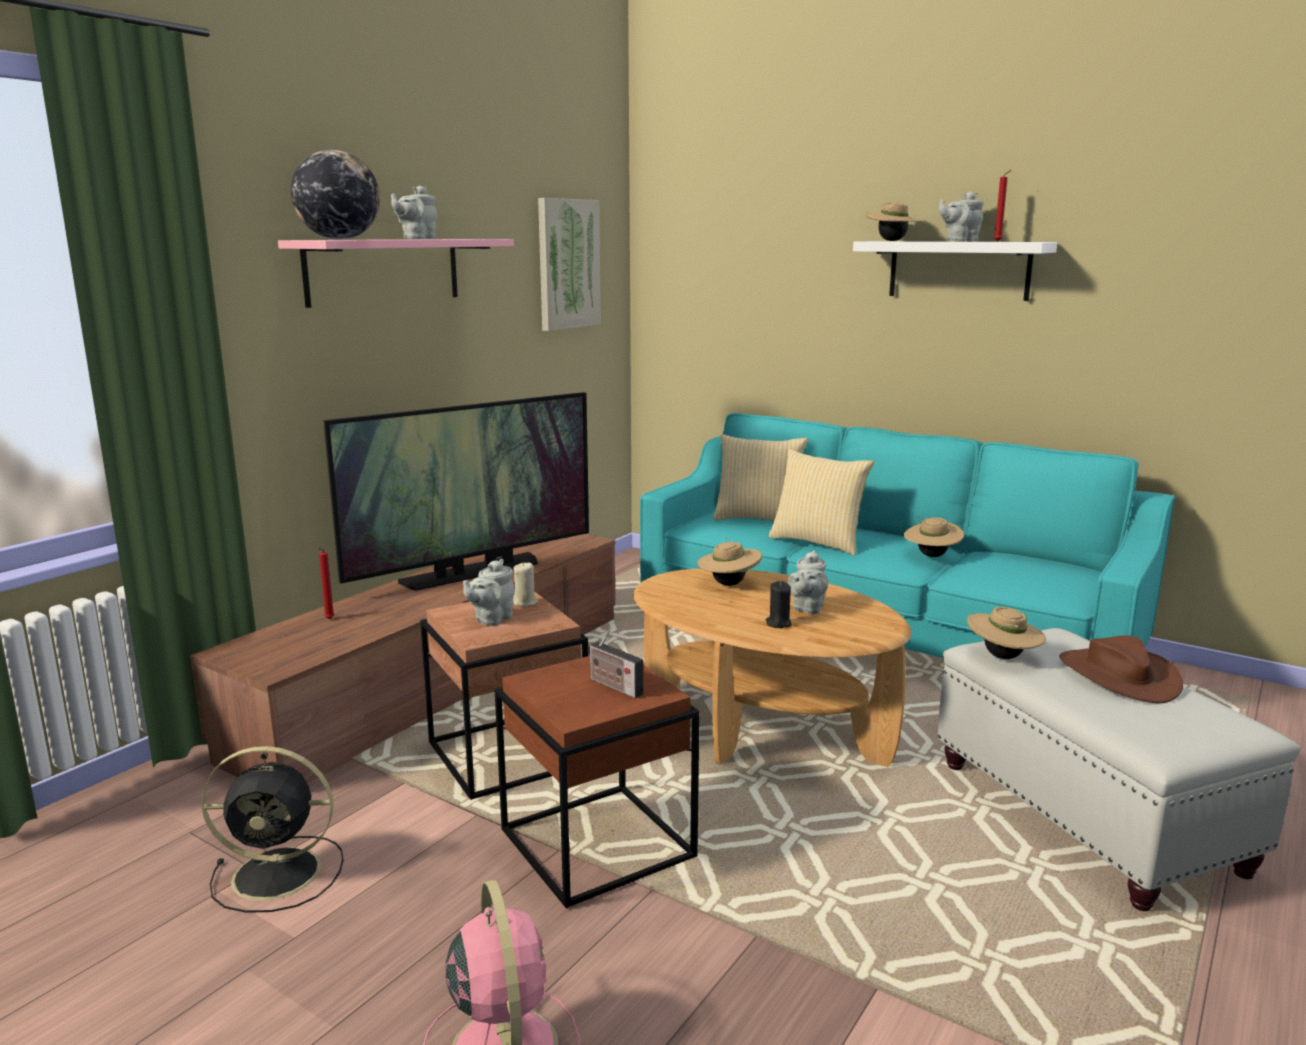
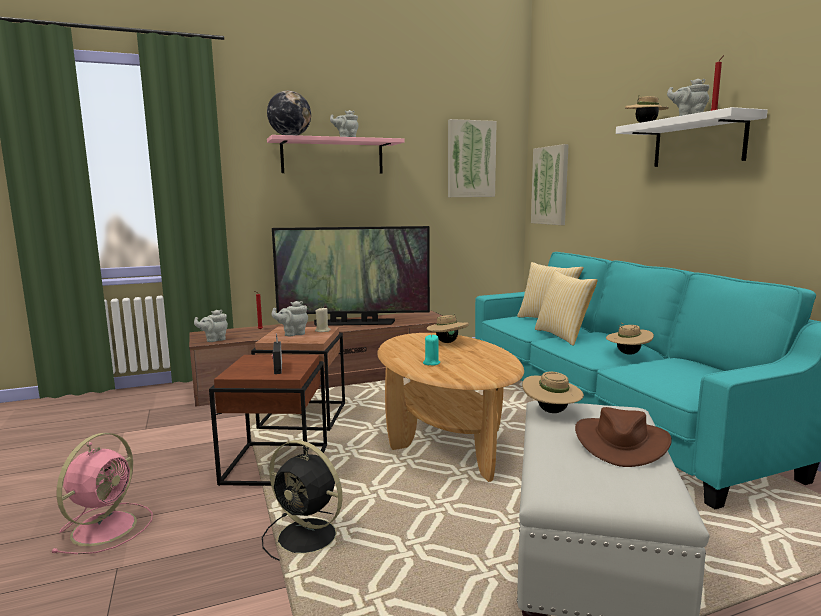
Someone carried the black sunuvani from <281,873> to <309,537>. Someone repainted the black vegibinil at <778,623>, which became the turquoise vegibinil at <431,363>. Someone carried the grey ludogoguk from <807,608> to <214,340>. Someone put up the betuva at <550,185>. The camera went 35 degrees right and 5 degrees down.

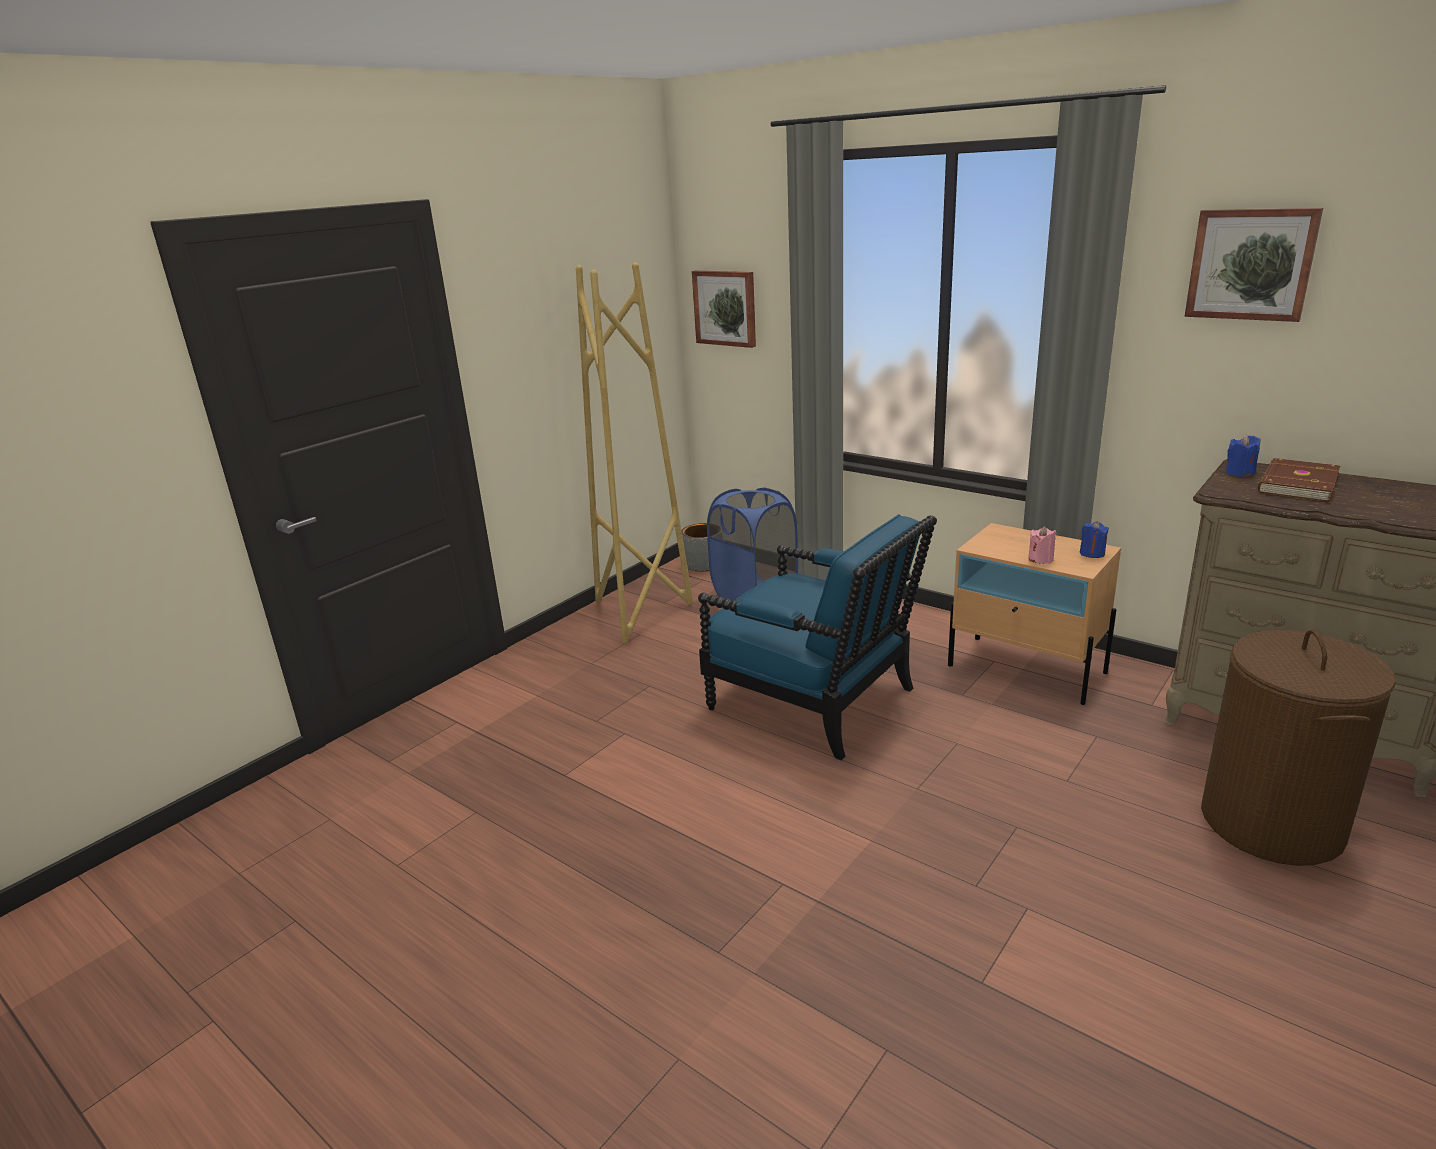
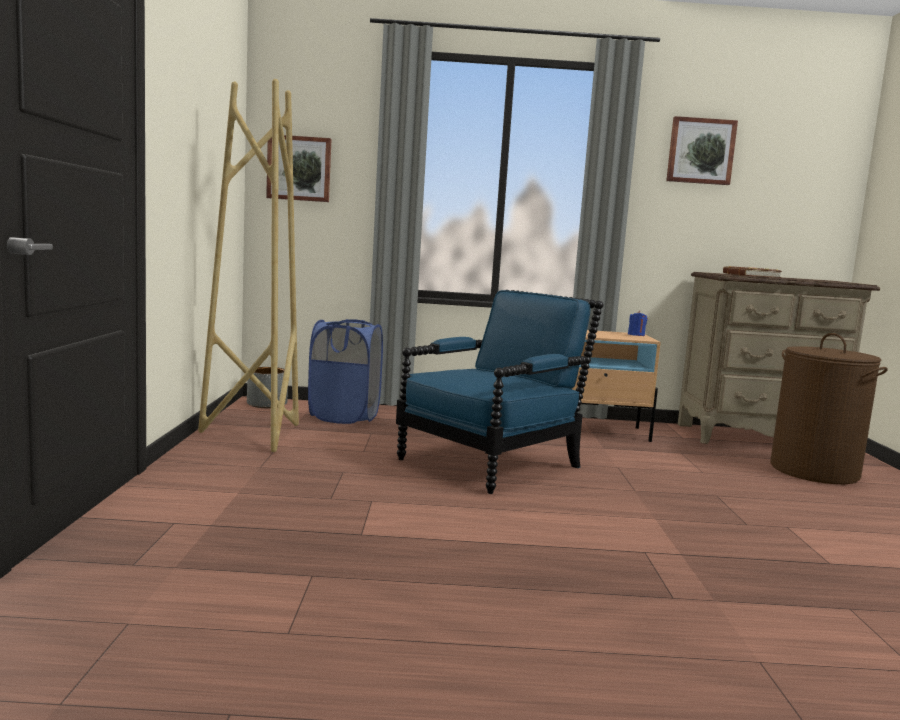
Someone rotated the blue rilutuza at <816,701> by 45 degrees counterclockwise. Someone took away the pink vegibinil at <1040,559>. Someone took away the blue vegibinil at <1240,473>. The camera went 40 degrees left and 15 degrees down.

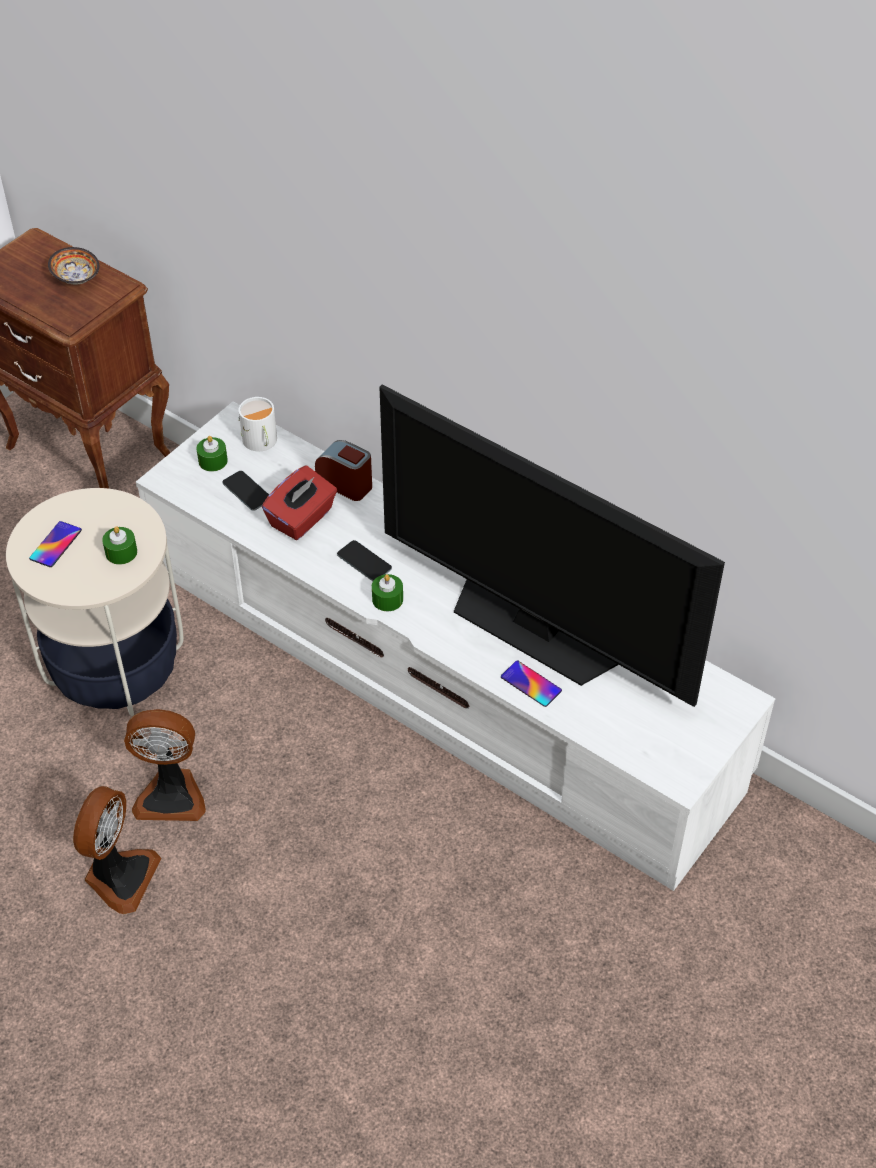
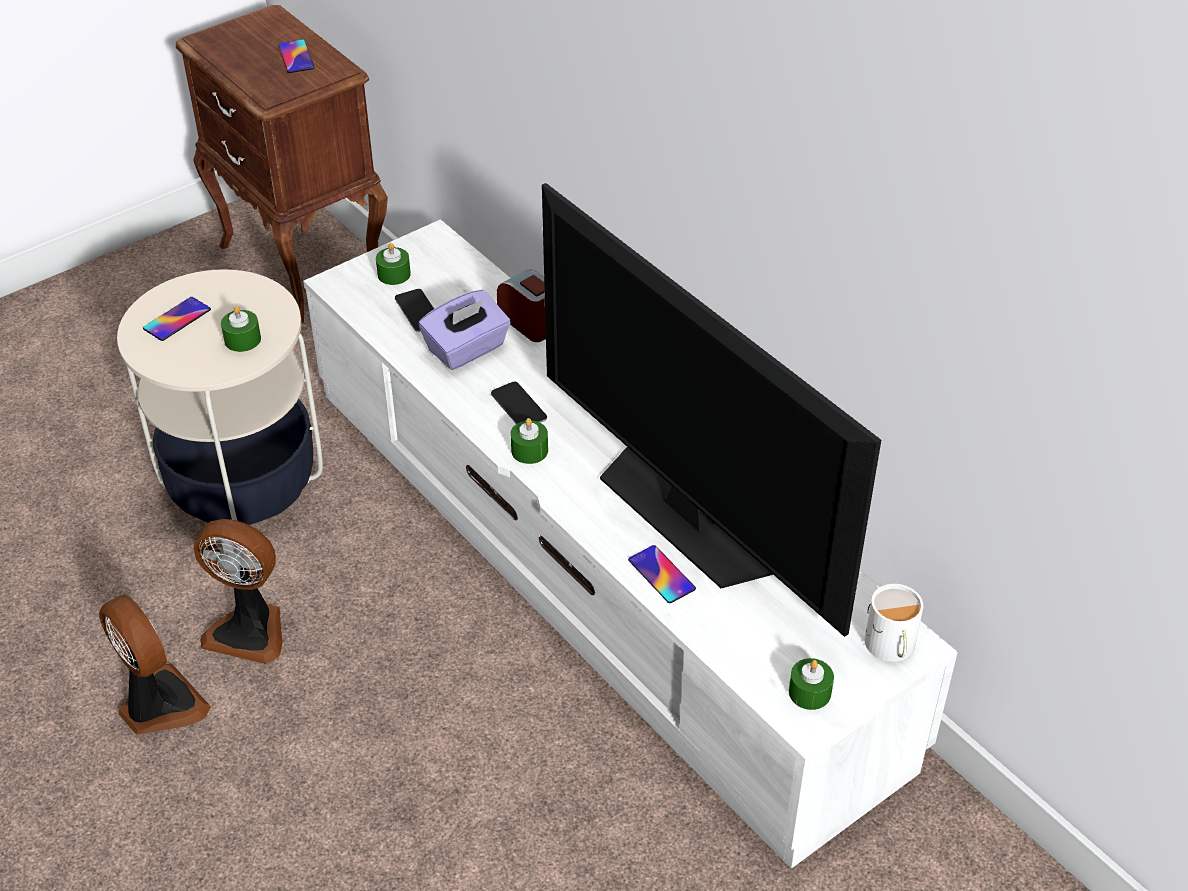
Someone swapped the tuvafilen at <75,279> for the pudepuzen at <296,57>. Someone rotated the sunuvani at <119,876> by 75 degrees counterclockwise. Someone carried the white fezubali from <260,442> to <890,646>. Someone repainted the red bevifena at <302,518>, which became the purple bevifena at <467,349>. Someone put down the green vegibinil at <809,692>. The camera went 15 degrees right and 5 degrees down.

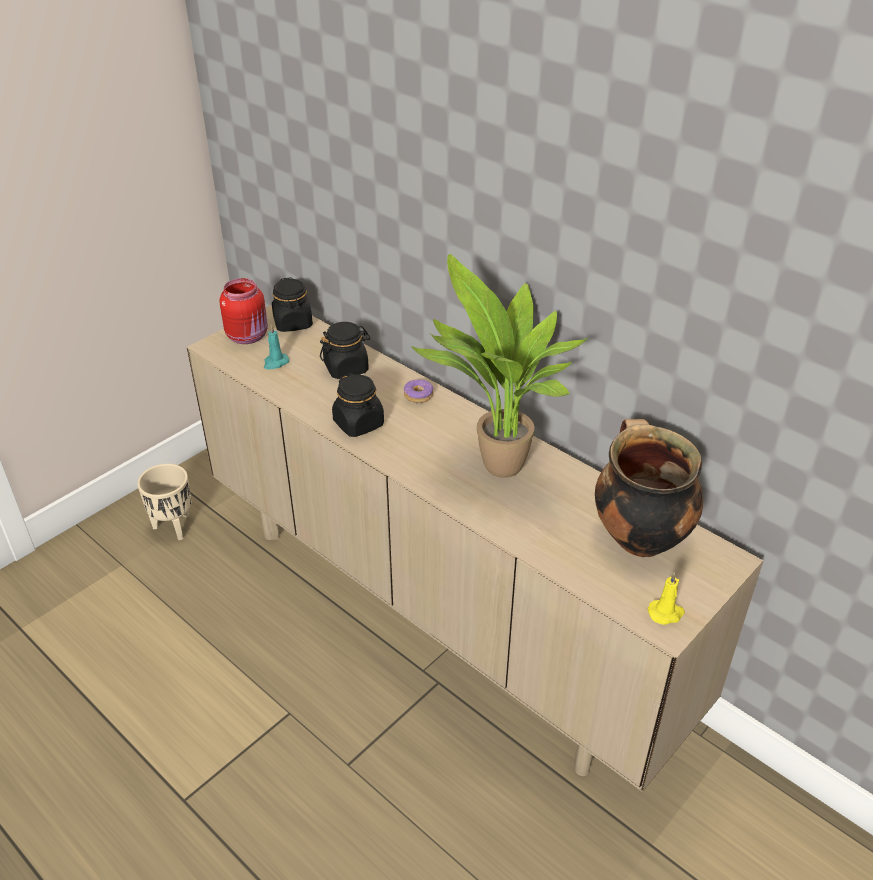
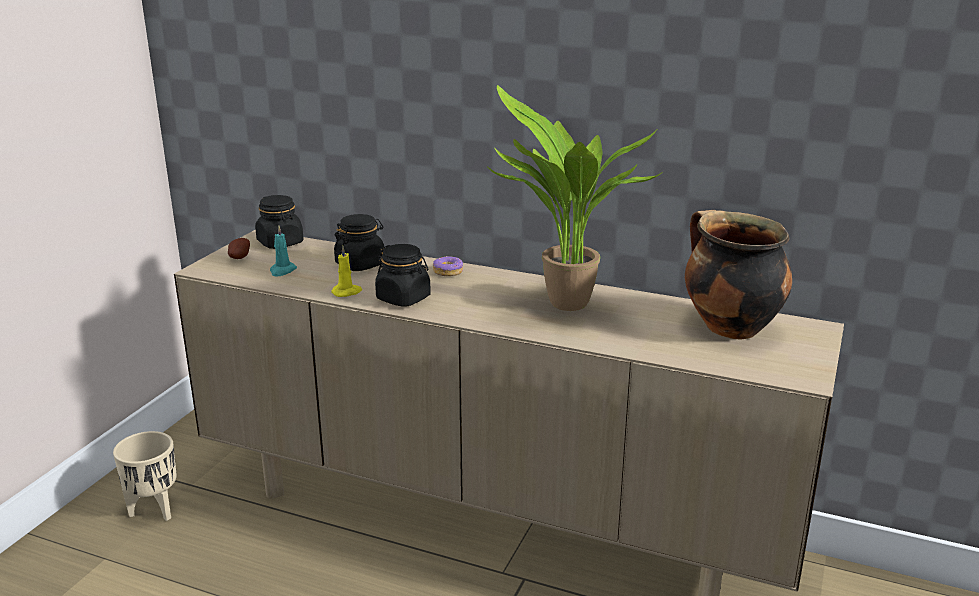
Someone swapped the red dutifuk at <248,336> for the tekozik at <239,257>. Someone carried the yellow vegibinil from <666,613> to <347,292>. The camera went 20 degrees left and 15 degrees down.

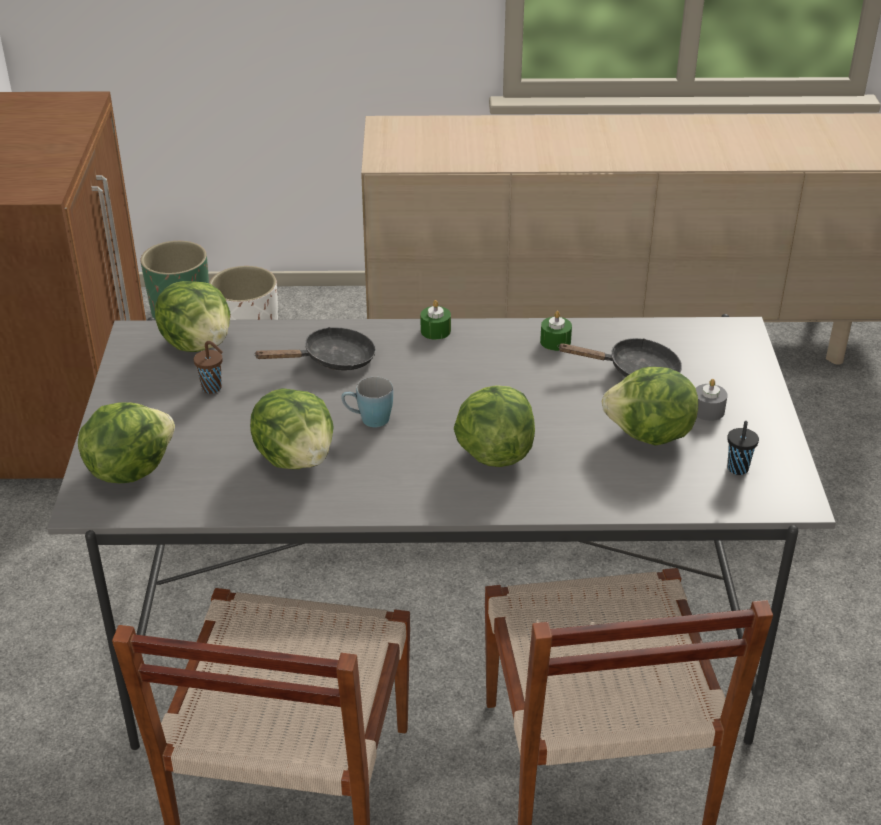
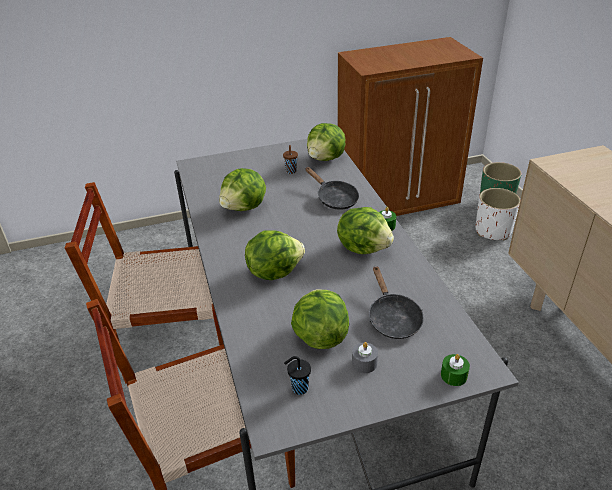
Someone carried the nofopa from <129,469> to <364,247>. Someone took away the blue fezubali at <368,420>. Someone carried the green vegibinil from <555,341> to <454,375>. The camera went 75 degrees right and 0 degrees up.

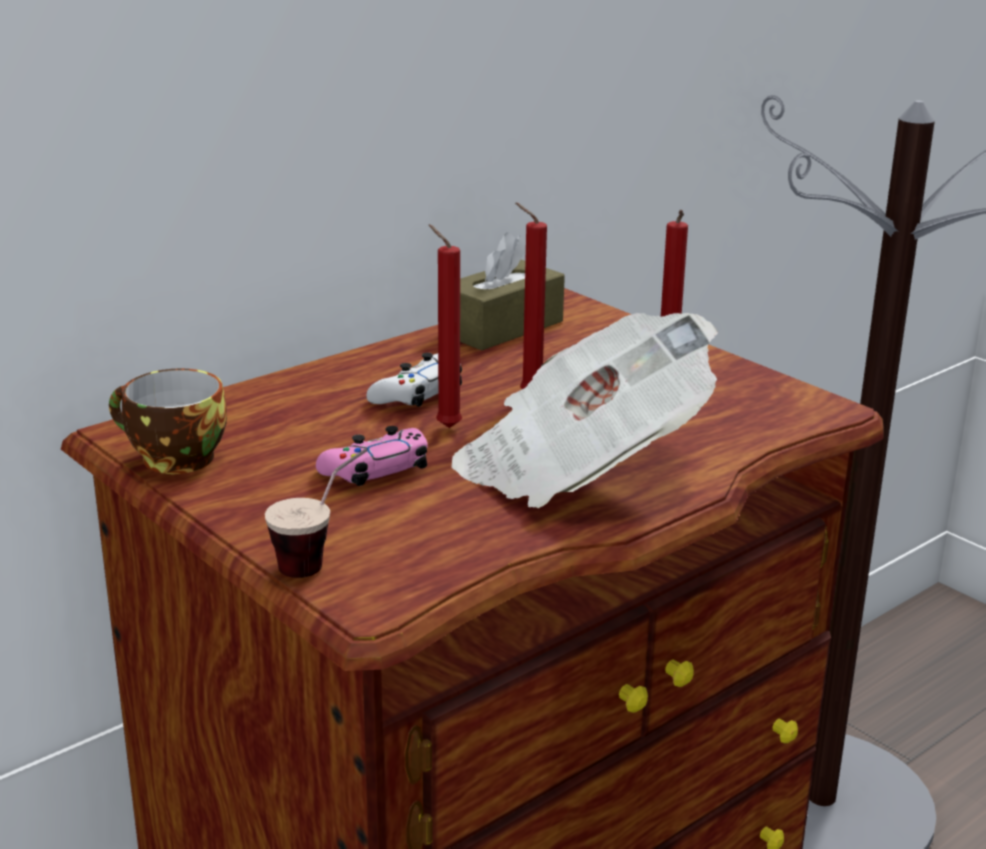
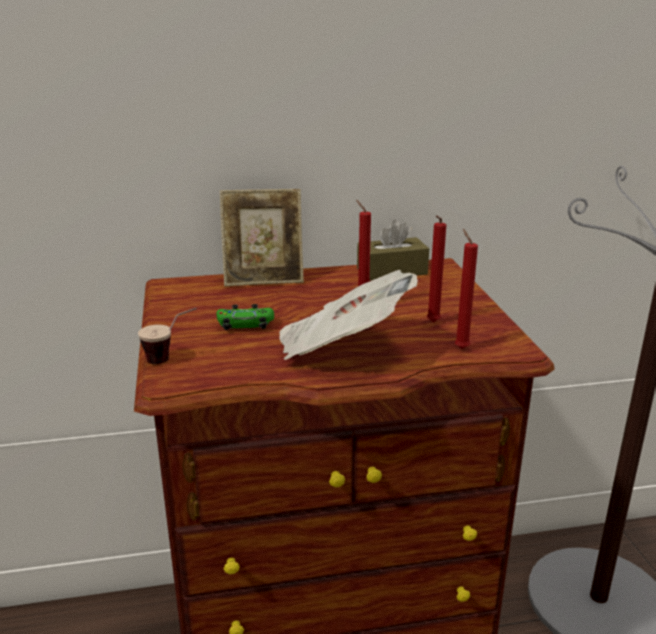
Someone took away the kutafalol at <172,459>. Someone repainted the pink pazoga at <376,470>, which became the green pazoga at <245,325>. Someone took away the white pazoga at <417,394>. Someone carried the red vegibinil from <445,427> to <460,347>. Someone put down the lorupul at <264,279>. The camera went 30 degrees right and 0 degrees up.

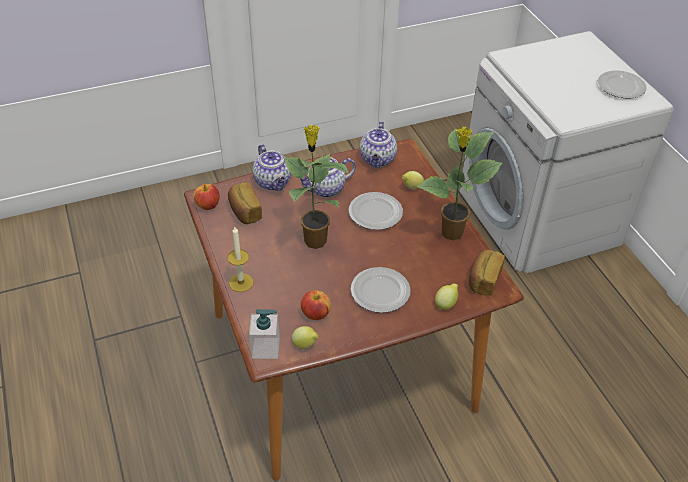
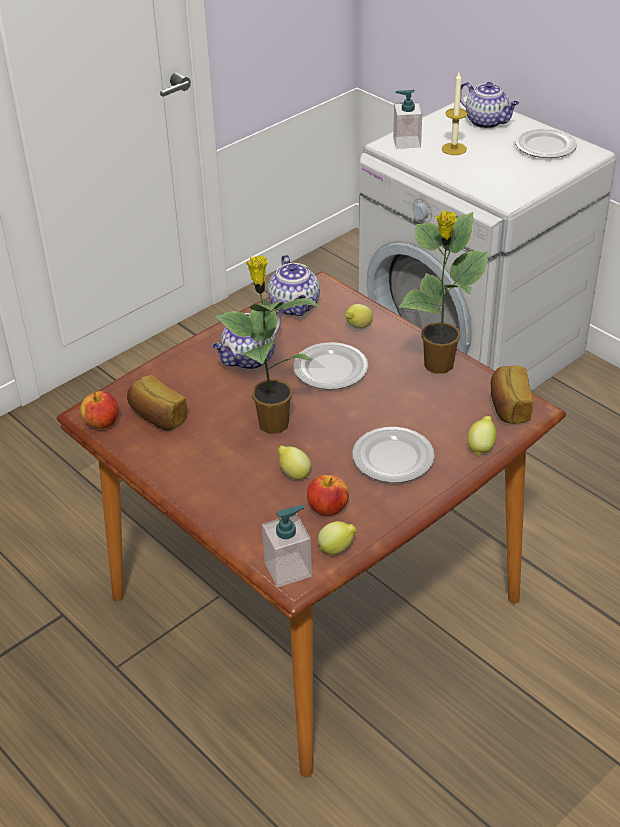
Someone carried the vegibinil from <241,282> to <454,149>. Someone carried the ludogoguk from <273,182> to <487,122>. Someone put down the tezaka at <293,474>. Someone put down the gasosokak at <406,142>. The camera went 20 degrees left and 5 degrees down.

